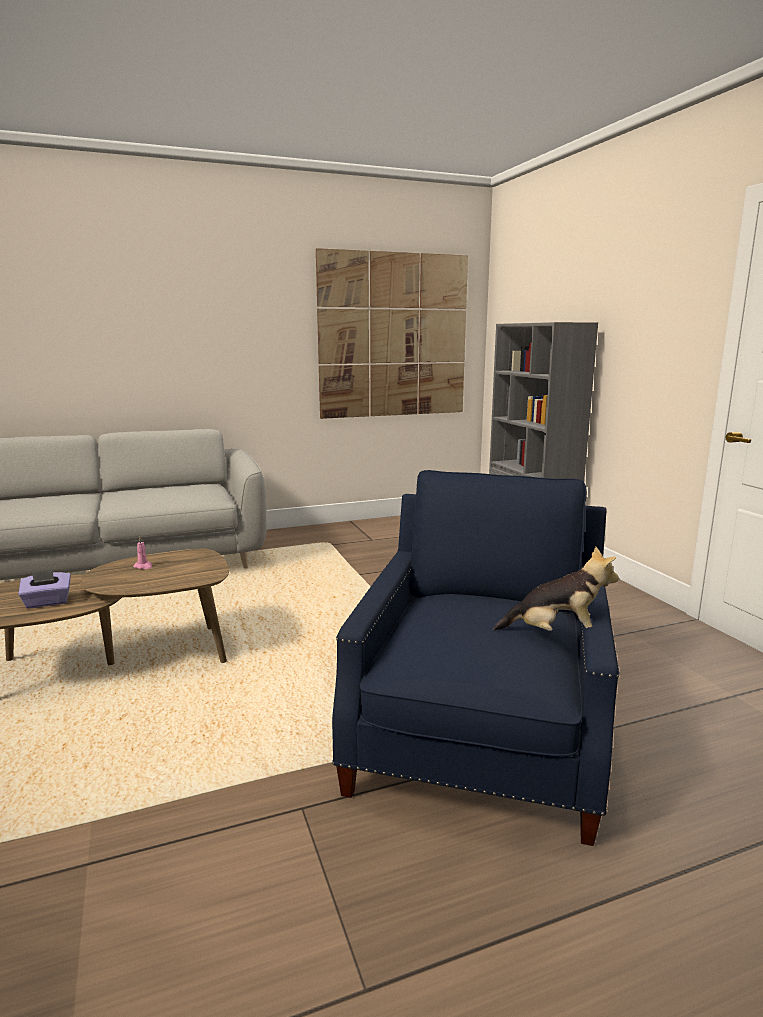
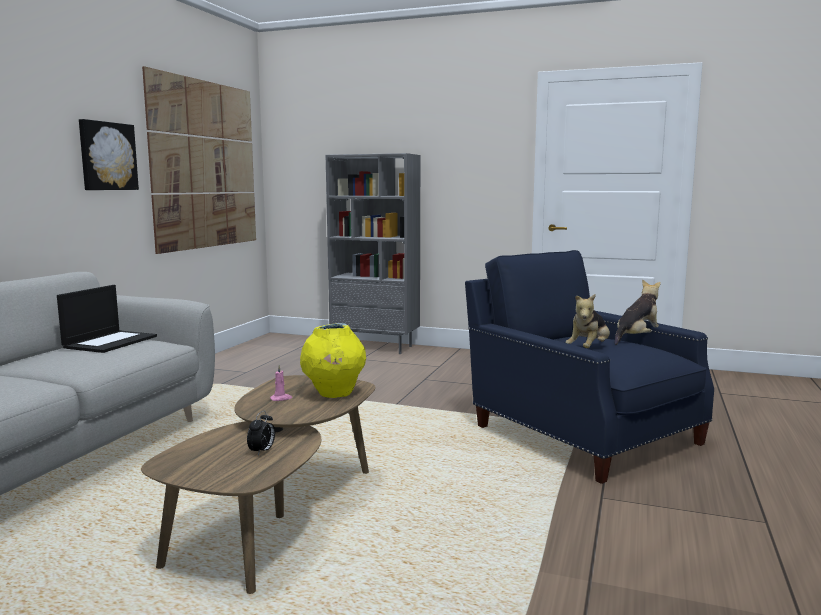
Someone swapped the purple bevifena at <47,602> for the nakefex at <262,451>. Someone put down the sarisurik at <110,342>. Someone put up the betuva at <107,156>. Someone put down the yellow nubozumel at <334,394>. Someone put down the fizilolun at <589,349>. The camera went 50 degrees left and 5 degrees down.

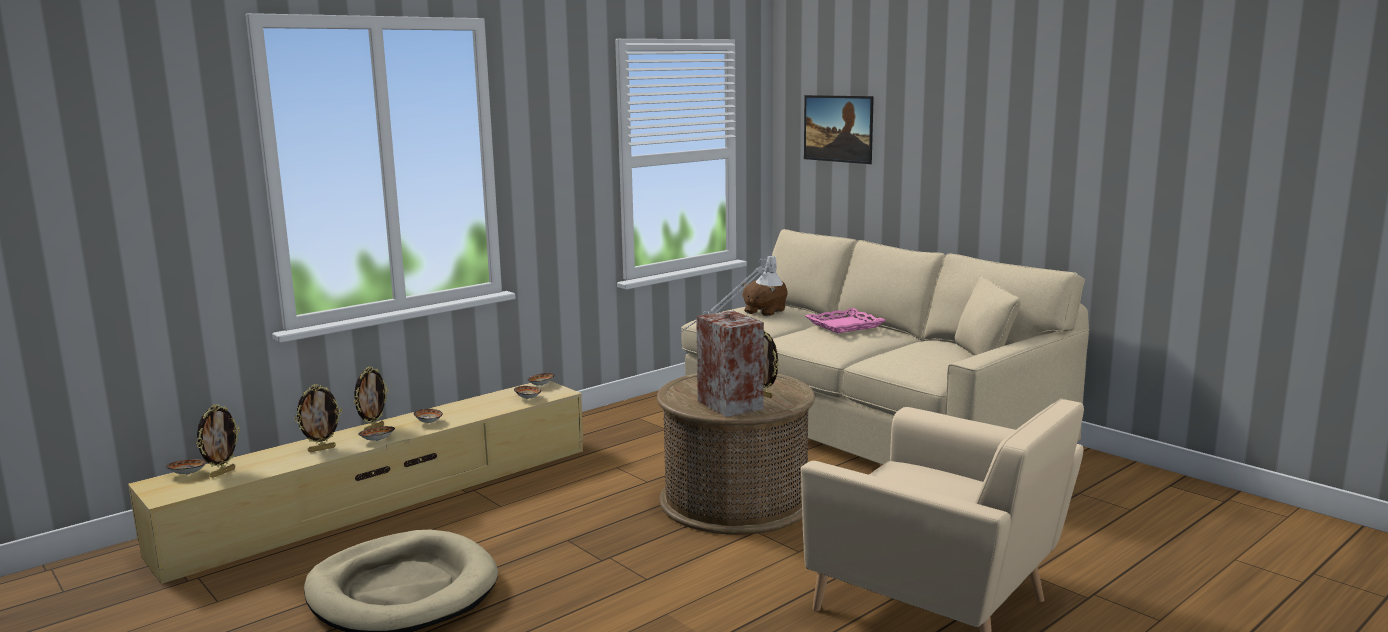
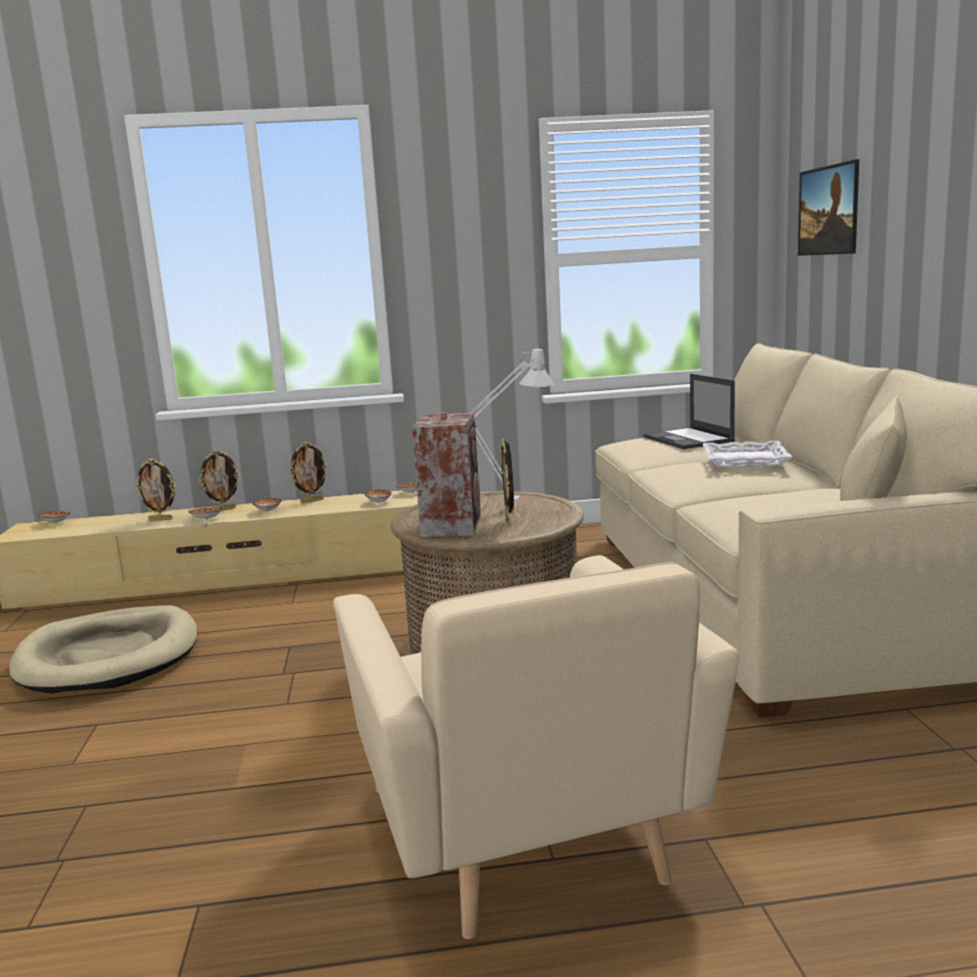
Someone carried the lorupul from <222,472> to <312,501>. Someone swapped the brown fizilolun at <764,311> for the sarisurik at <689,439>. Someone repainted the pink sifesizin at <844,325>, which became the white sifesizin at <745,460>. The camera went 35 degrees right and 0 degrees up.

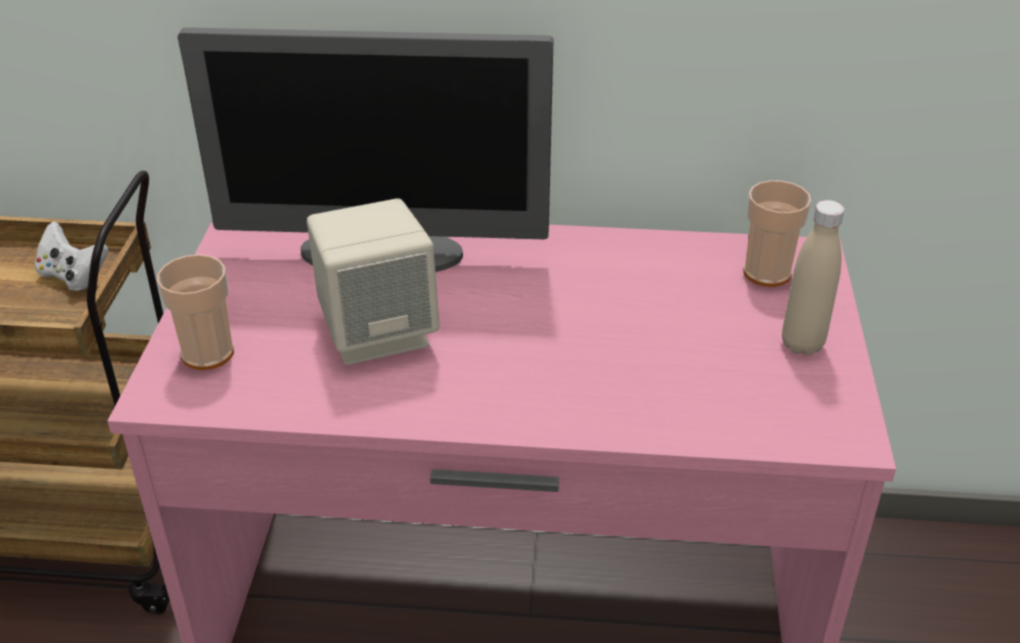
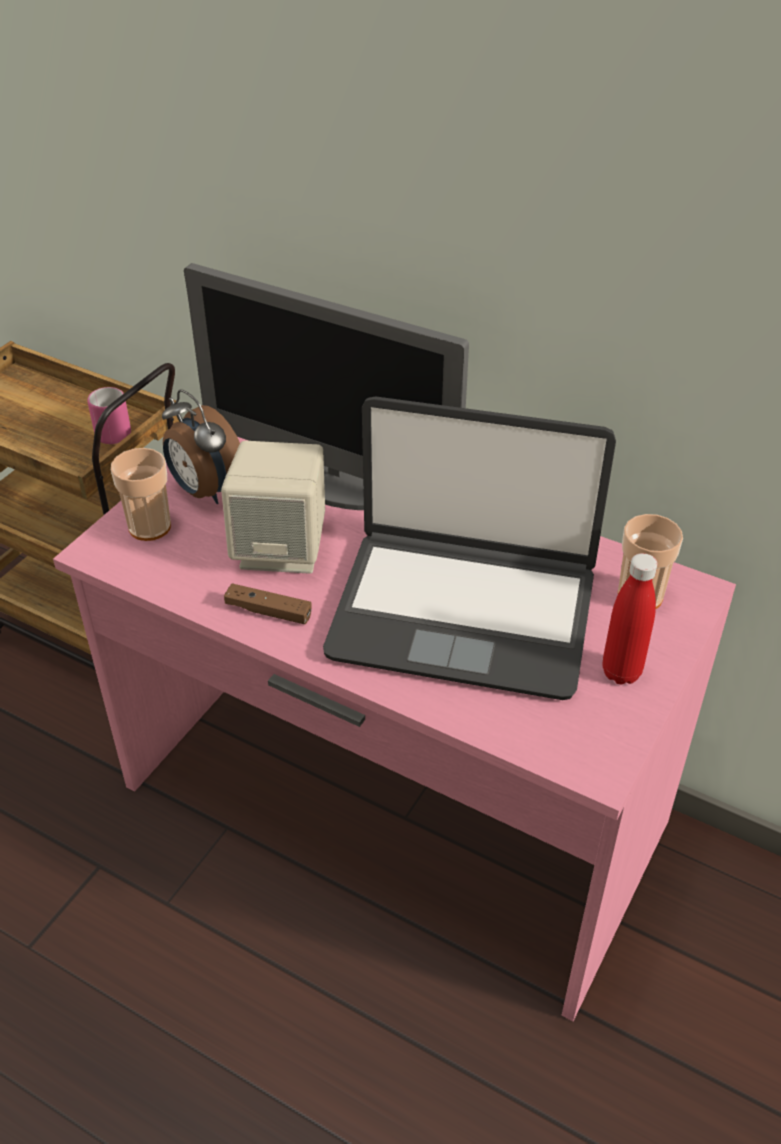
Someone swapped the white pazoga at <74,276> for the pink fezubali at <110,431>. Someone repainted the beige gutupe at <802,344>, which became the red gutupe at <621,672>. Someone put down the nakefex at <205,491>. Someone put down the brown pazoga at <268,611>. Someone put down the sarisurik at <463,612>. The camera went 25 degrees right and 5 degrees up.

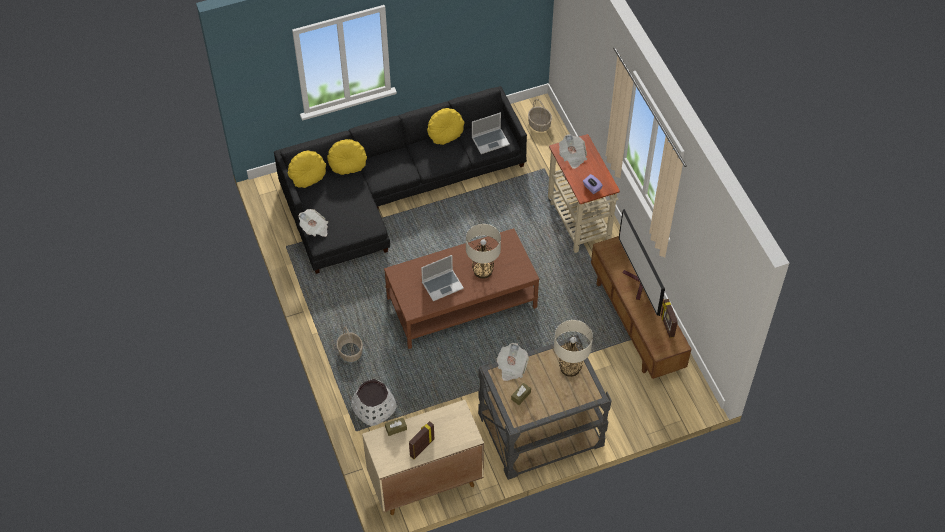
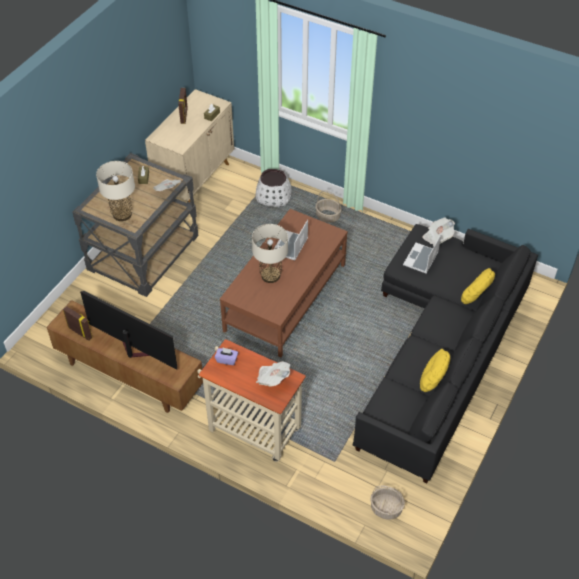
Someone took away the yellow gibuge at <308,180>. Someone carried the sarisurik from <490,141> to <421,259>. The camera went 140 degrees right and 5 degrees down.

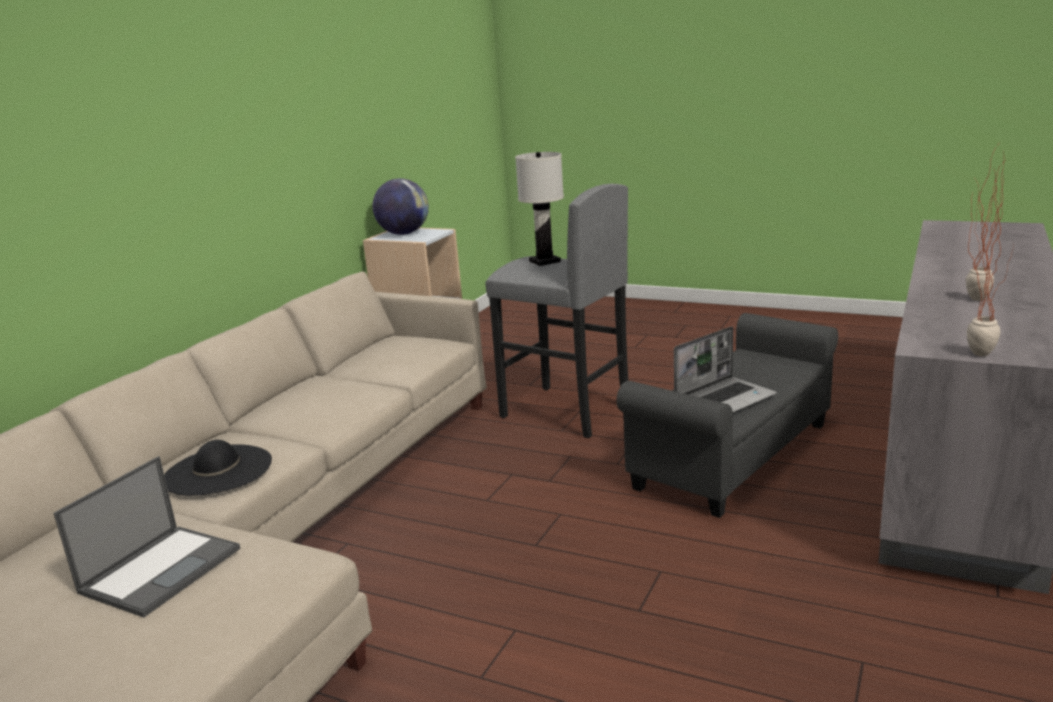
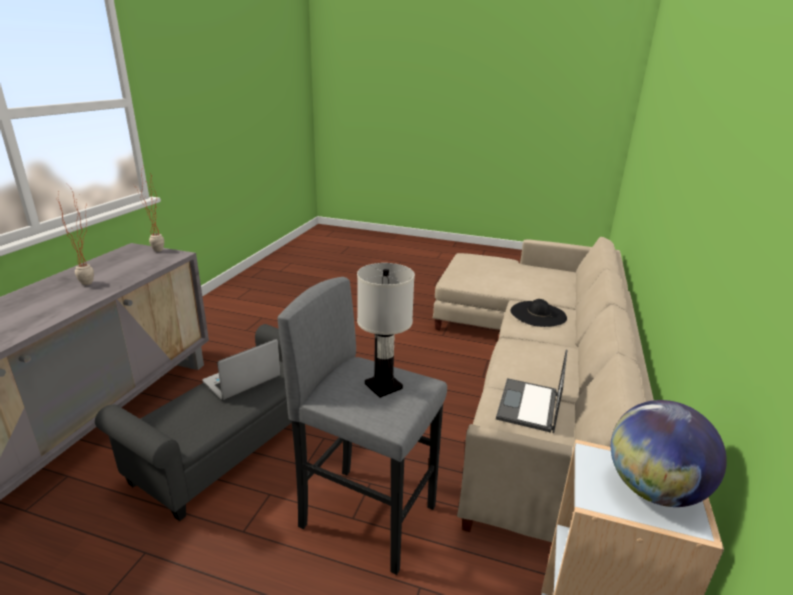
Someone carried the sarisurik from <162,569> to <529,406>. The camera went 170 degrees right and 5 degrees up.

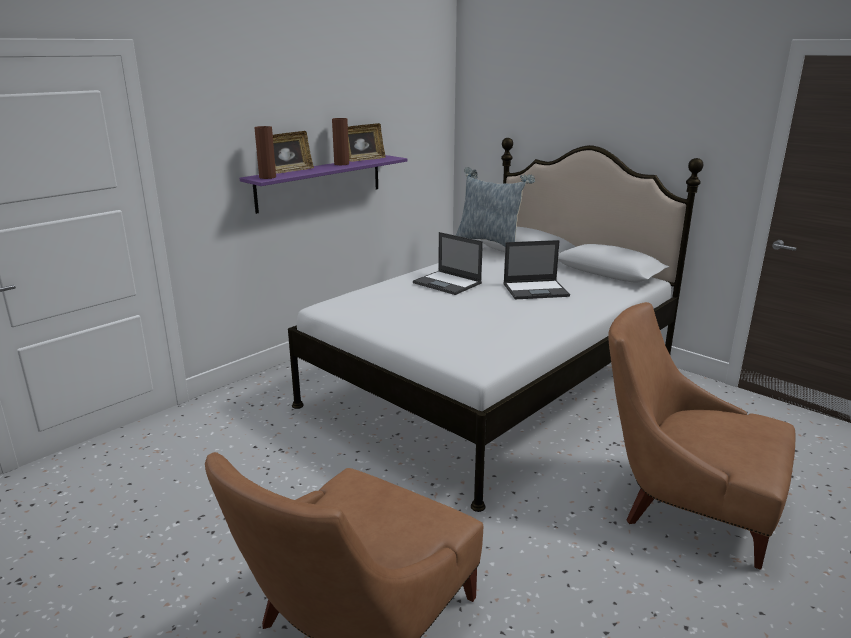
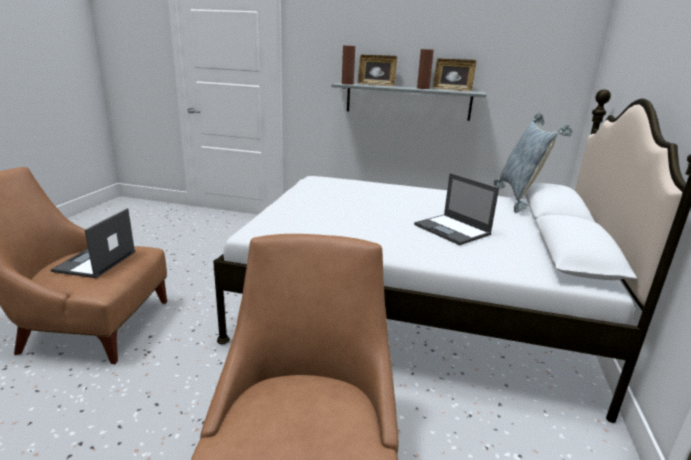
Someone repainted the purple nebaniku at <320,182>, which became the grey nebaniku at <407,101>. Someone carried the sarisurik from <448,283> to <95,262>. The camera went 60 degrees right and 0 degrees up.

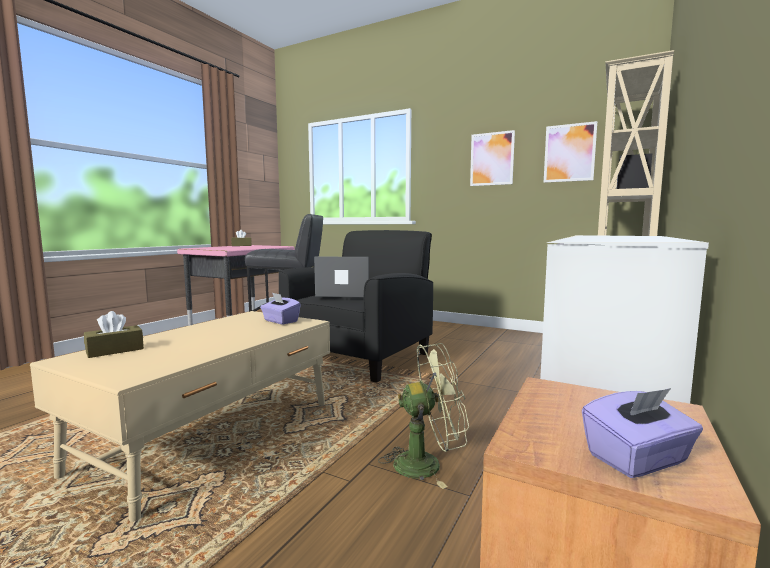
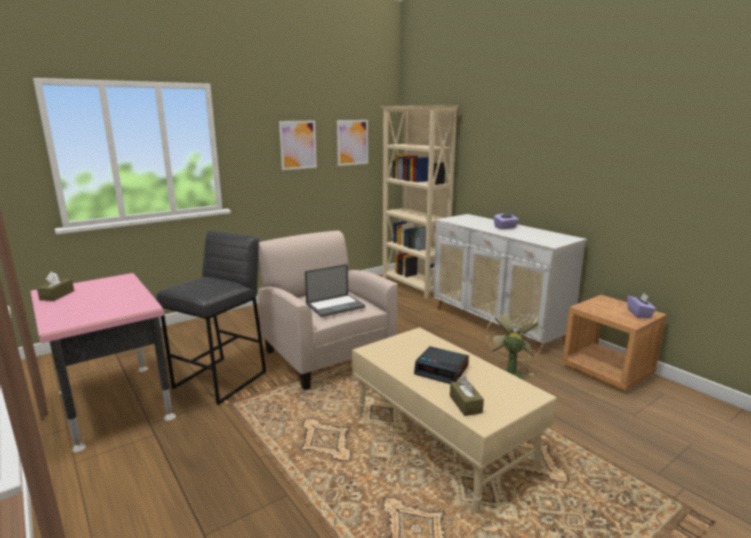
Someone carried the purple bevifena from <280,321> to <505,227>. Someone repainted the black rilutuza at <360,357>, which became the beige rilutuza at <327,356>. Someone rotated the sarisurik at <344,293> by 150 degrees counterclockwise. Someone put down the nakefex at <442,370>. The camera went 65 degrees left and 10 degrees up.

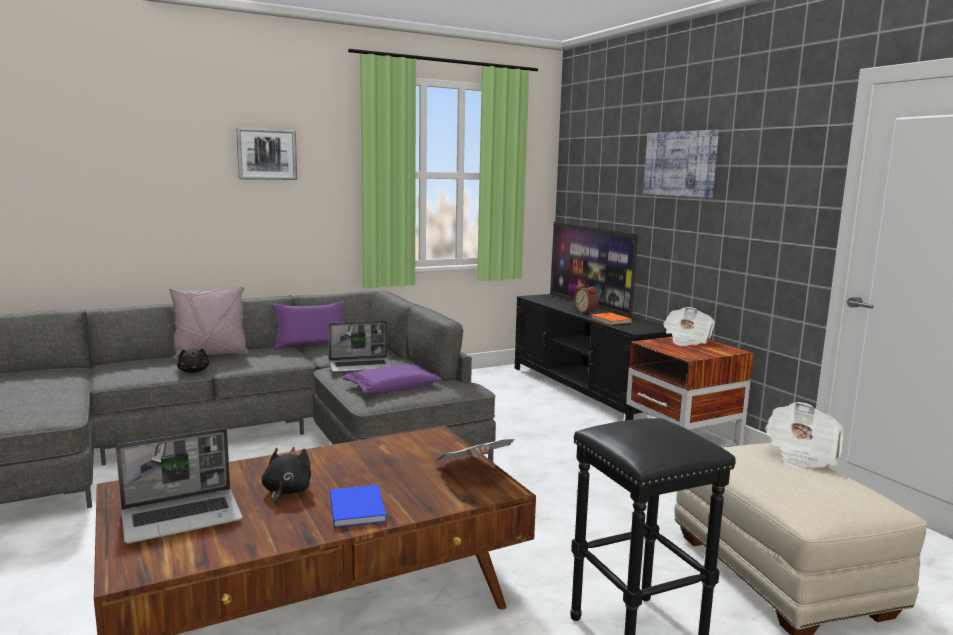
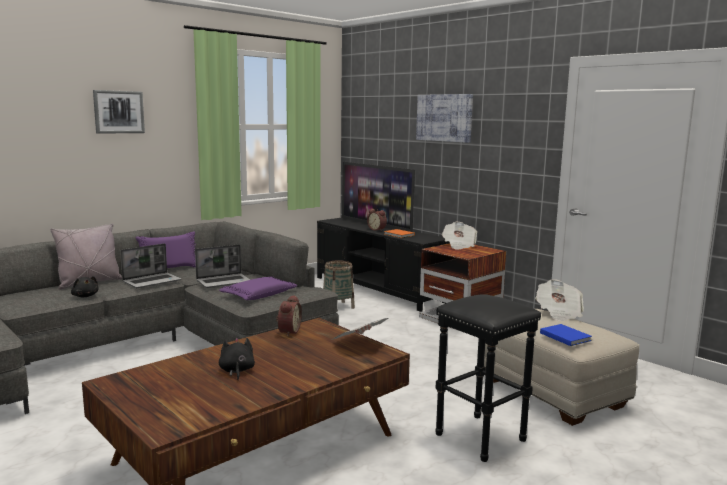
Someone carried the sarisurik from <183,517> to <152,281>. Someone carried the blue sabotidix from <358,508> to <564,336>. Someone put down the nakefex at <287,332>. Someone put down the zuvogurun at <338,306>. The camera went 15 degrees left and 0 degrees up.

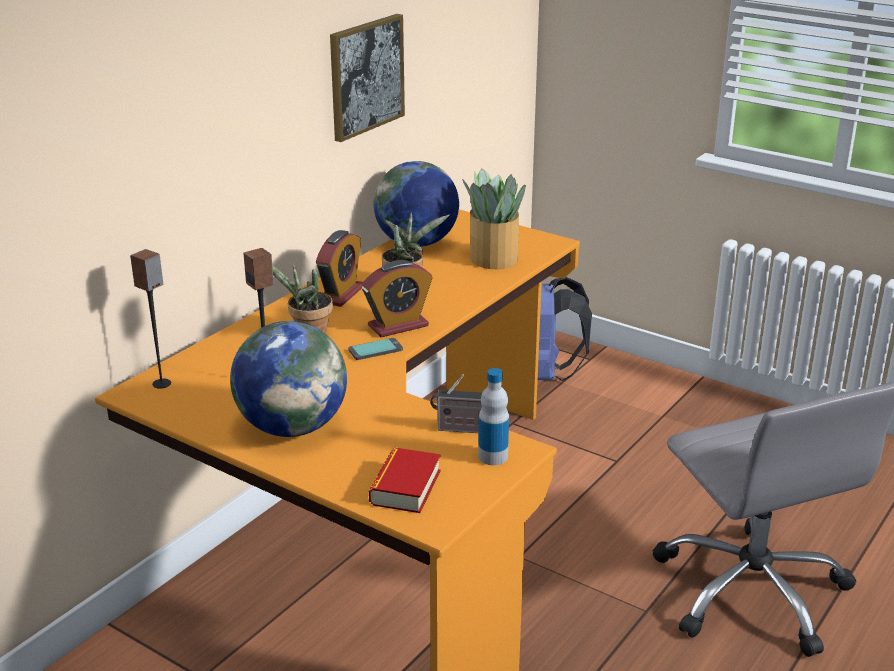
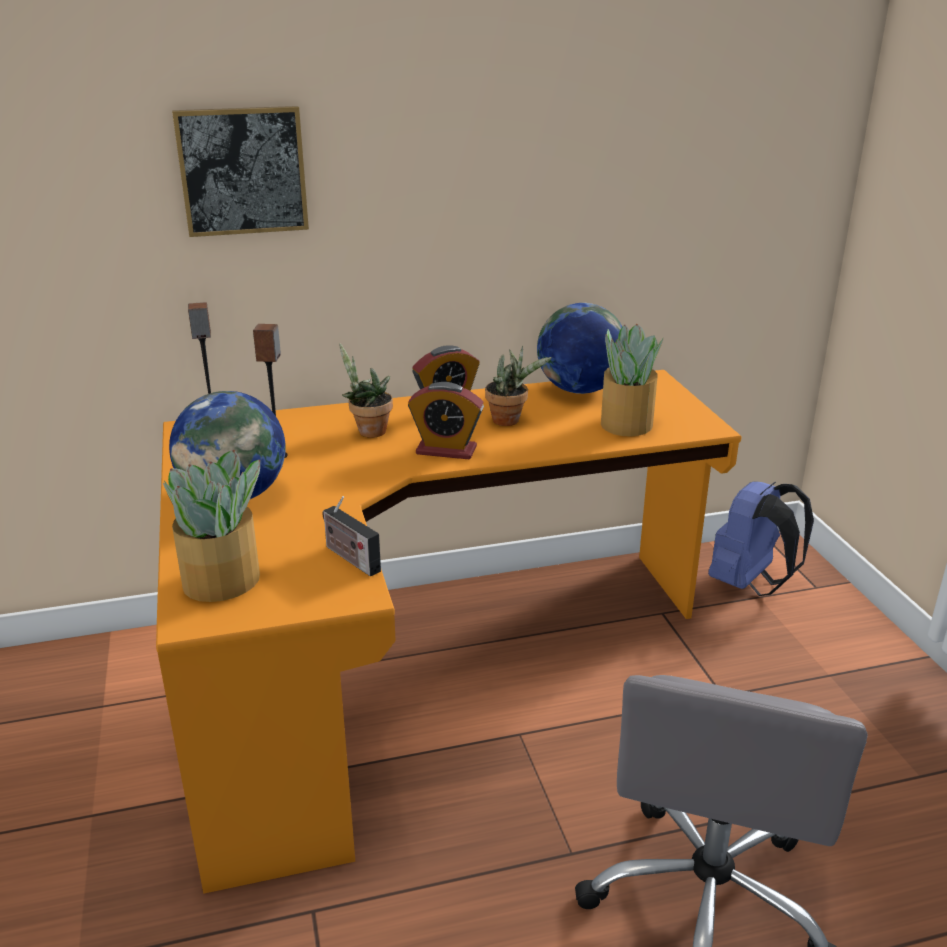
Someone carried the betuva from <366,76> to <242,171>. Someone took away the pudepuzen at <375,350>. Someone swapped the sabotidix at <405,487> for the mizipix at <223,580>. Someone took away the gutupe at <493,457>. The camera went 40 degrees right and 0 degrees up.

